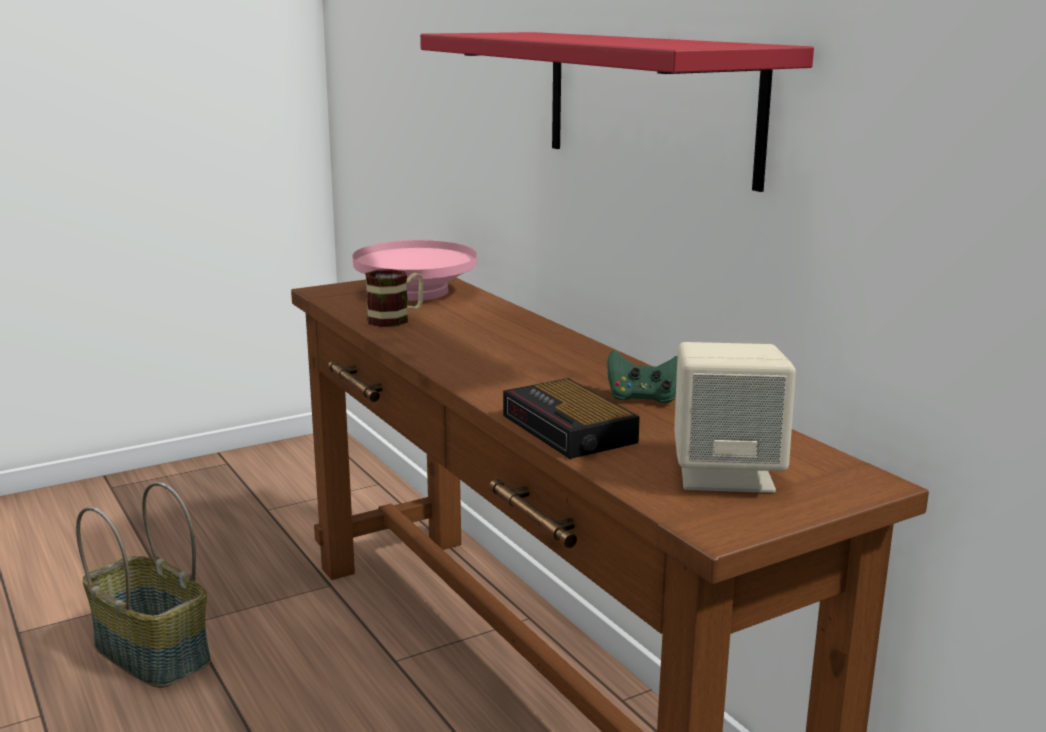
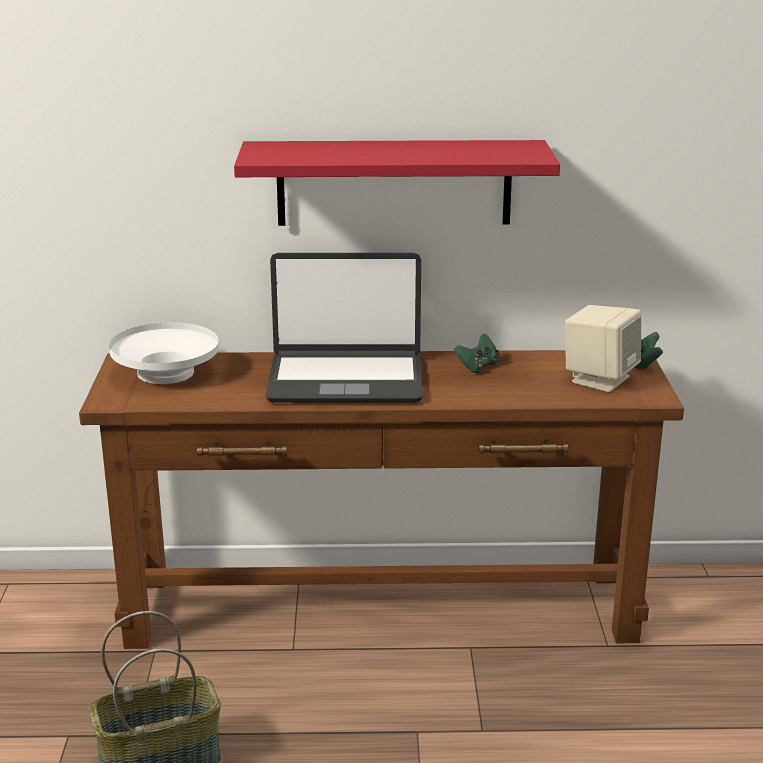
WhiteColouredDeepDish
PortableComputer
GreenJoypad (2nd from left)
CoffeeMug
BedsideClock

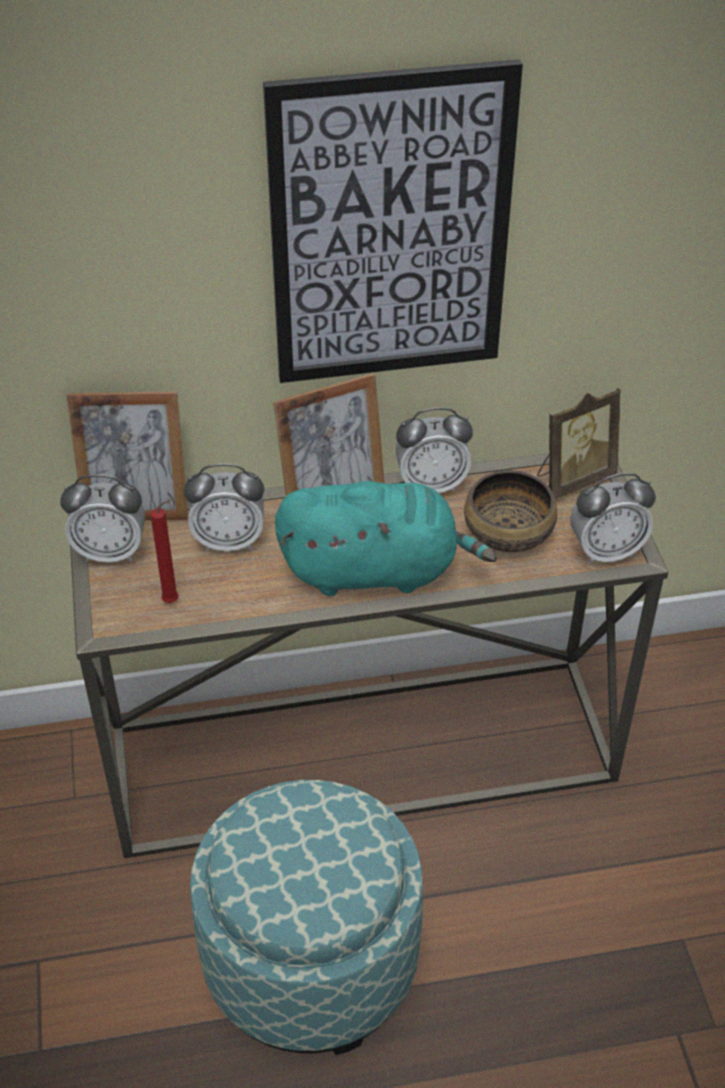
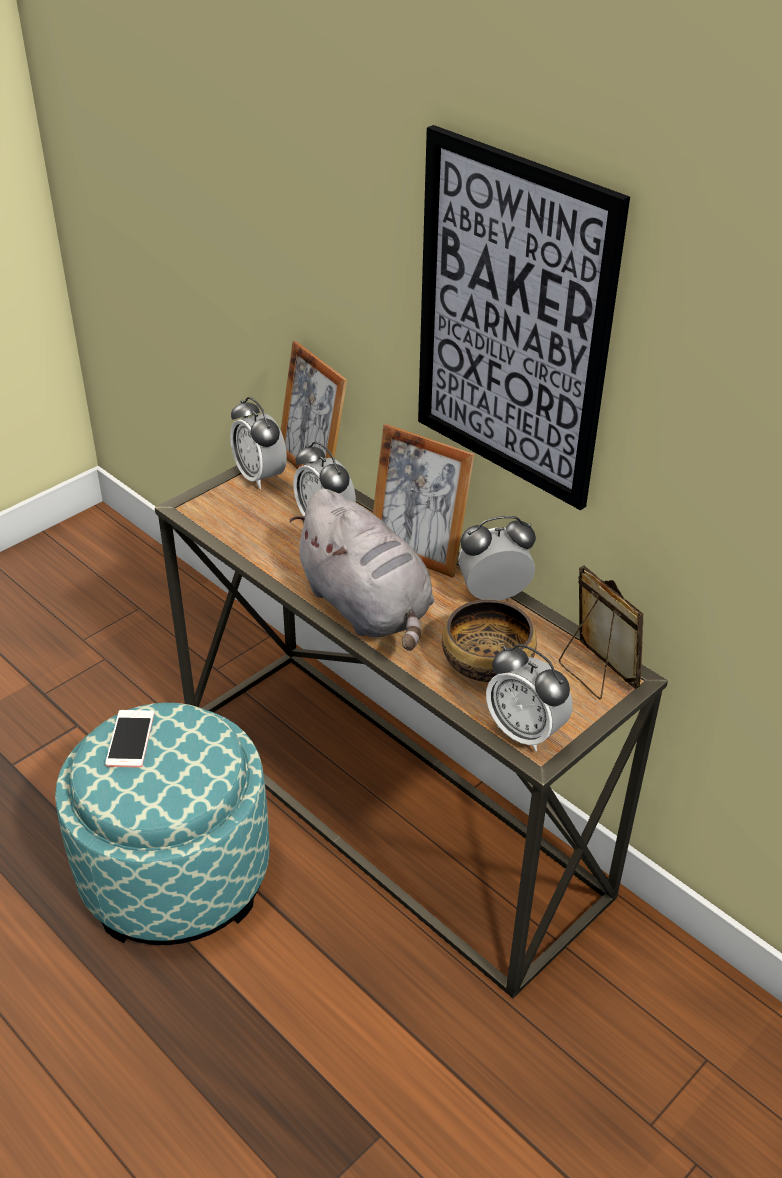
Telephone
GrayCuddlyToy
BedsideClock (3rd from left)
PhotoFrame (3rd from left)
RedWaxLight

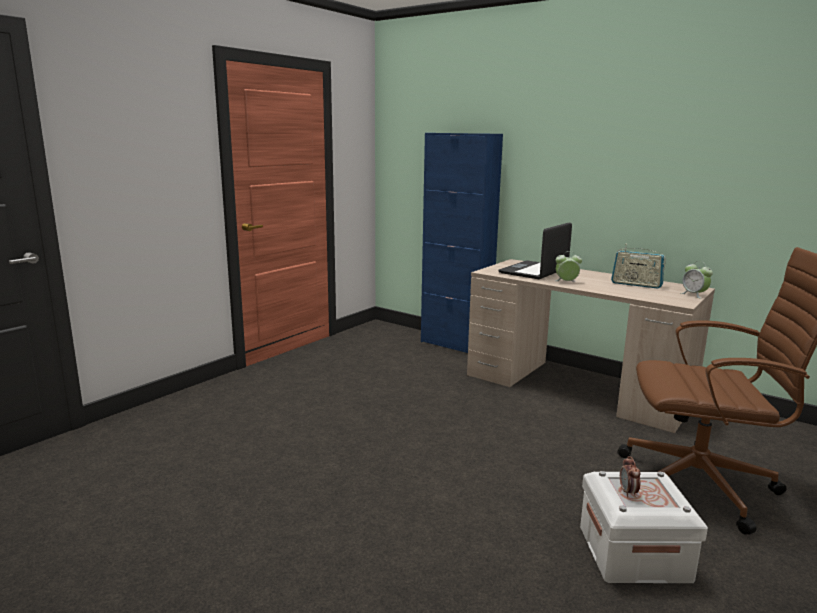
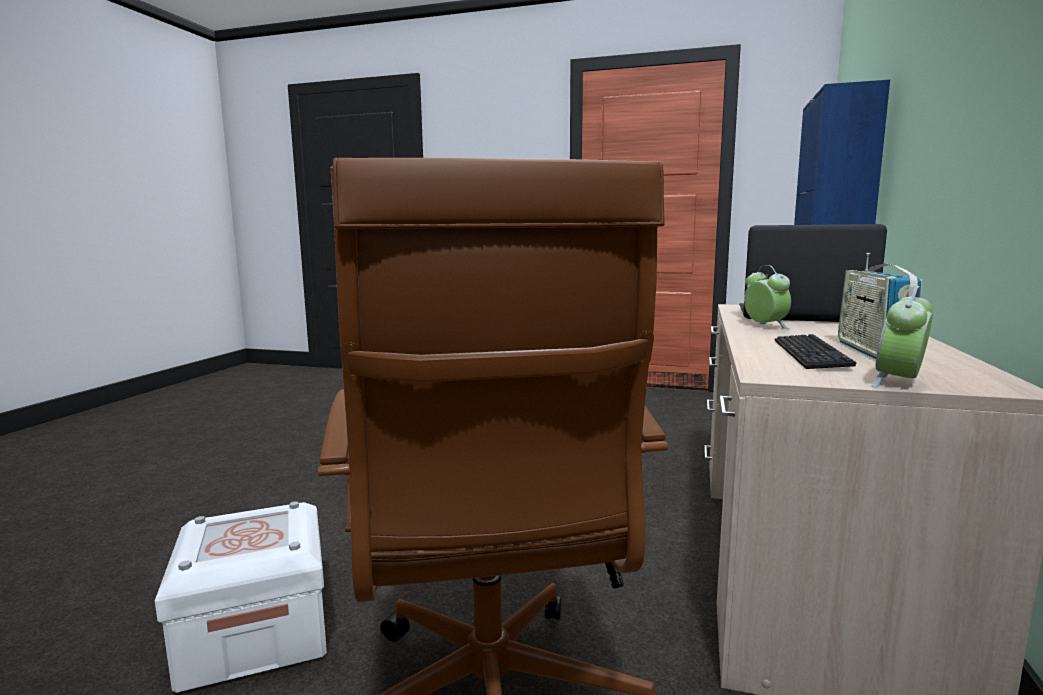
ComputerKeyboard
BedsideClock (2nd from left in the first image)

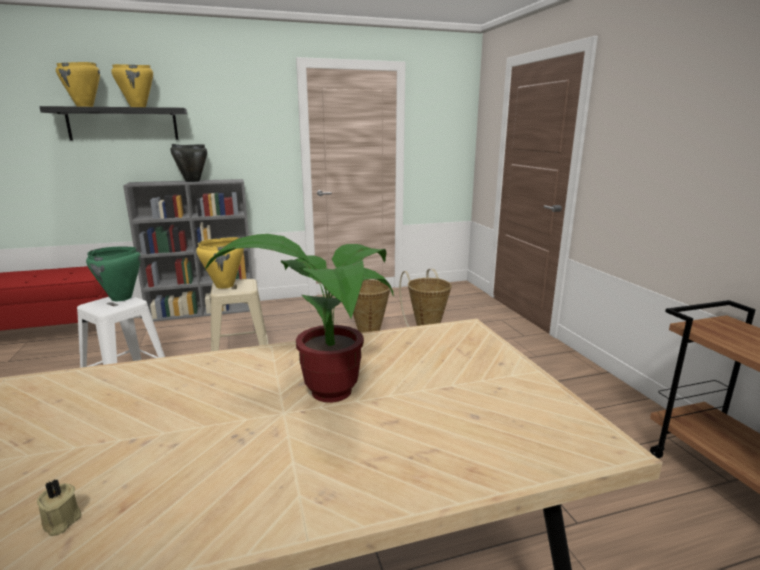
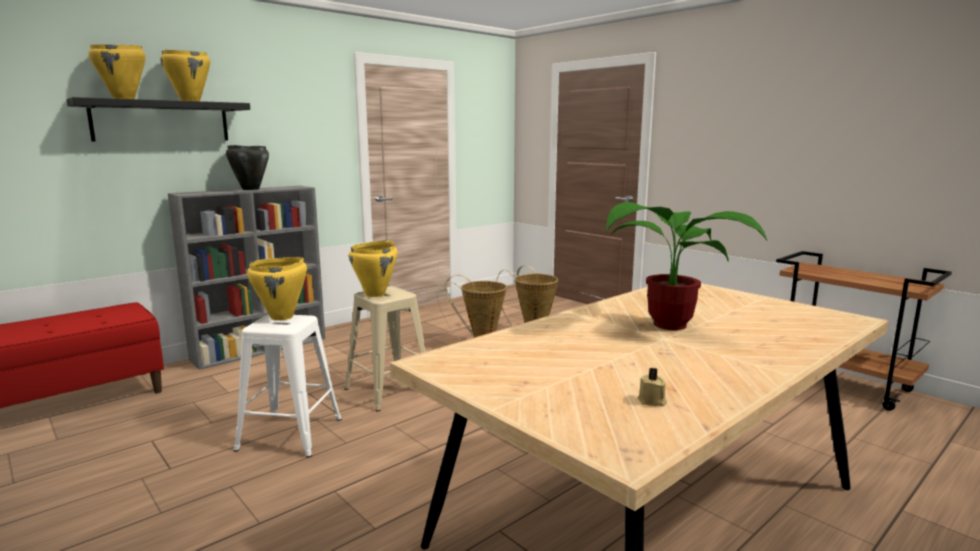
YellowStockpot (3rd from left)

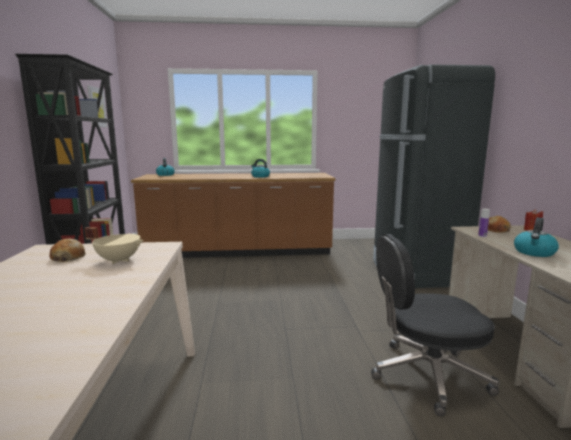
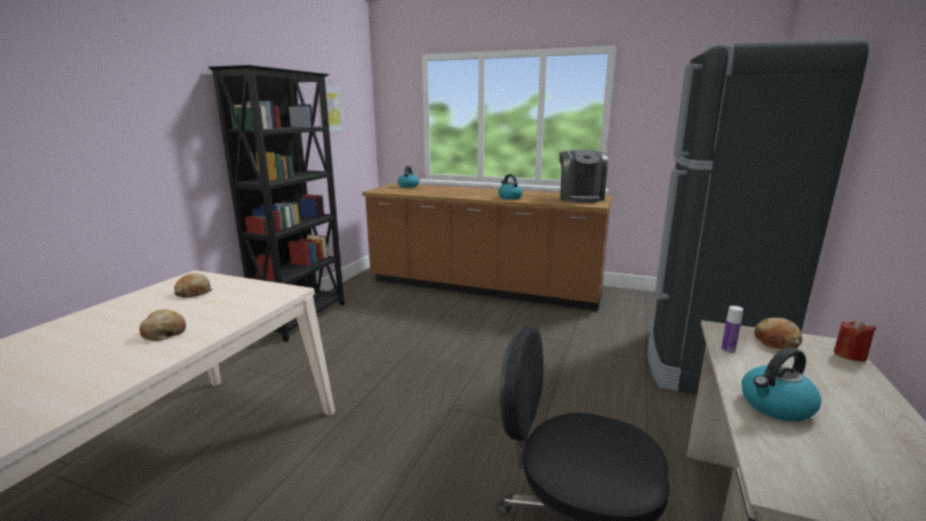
BakedBread (1st from left)
CoffeeMachine
BeigeStockpot

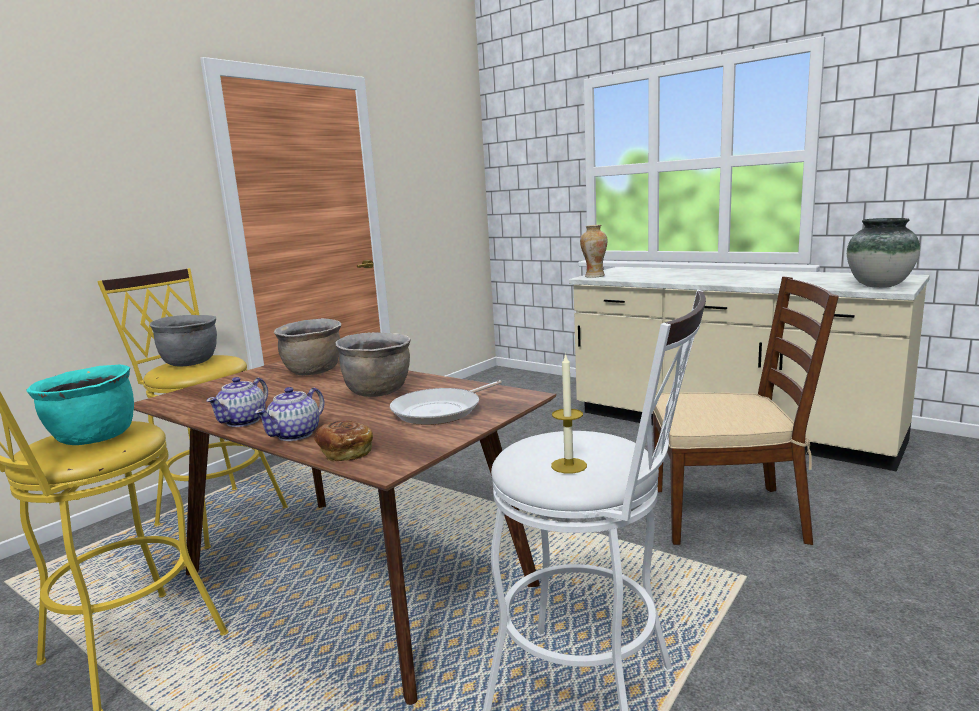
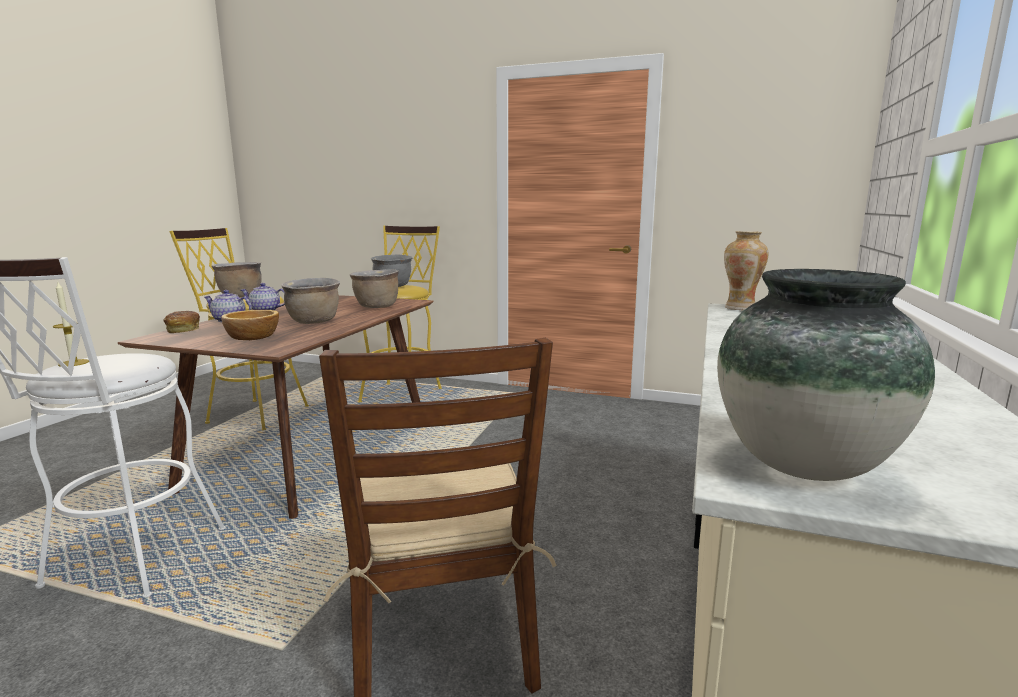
BrownishStockpot (1st from left)
DeepDish

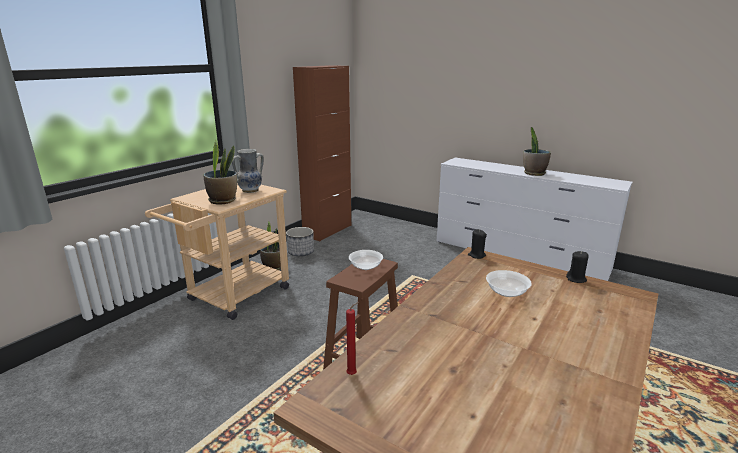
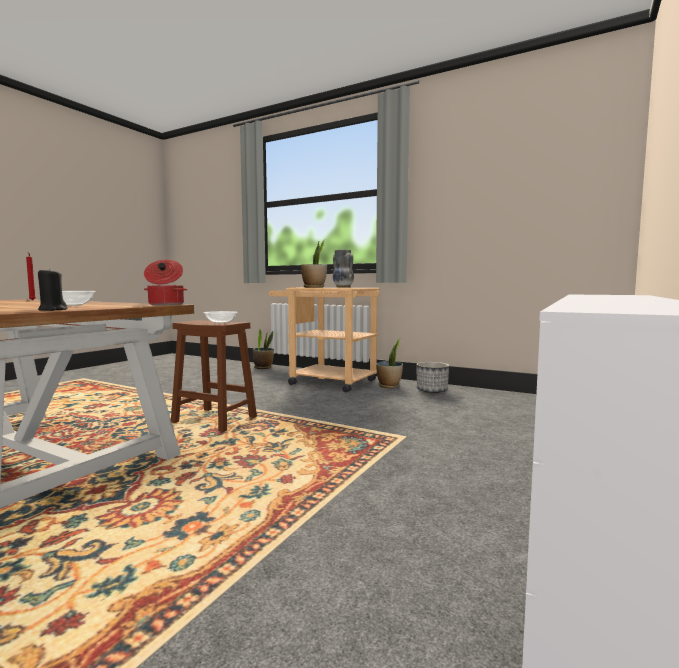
Stockpot
PlantInAPot (1st from left)
BrownishCabinet

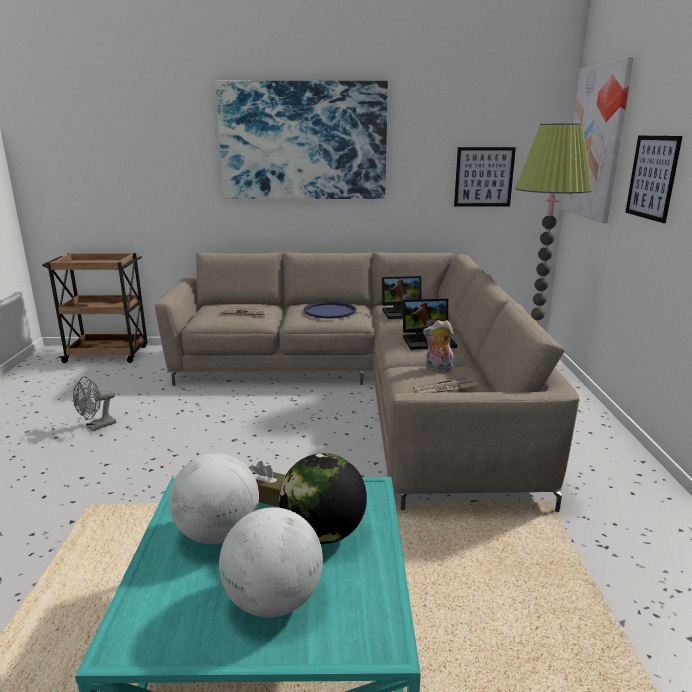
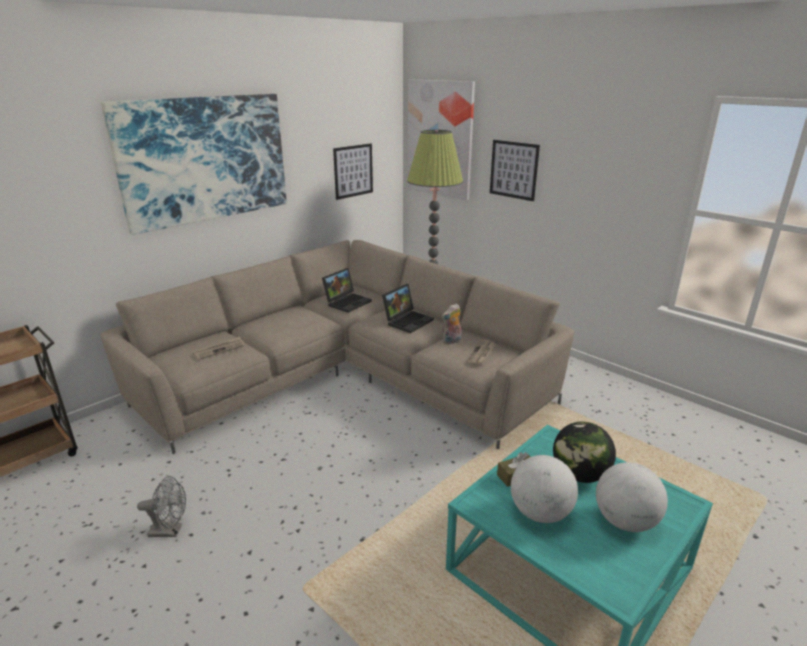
GrayFan
BlueCarryingTray

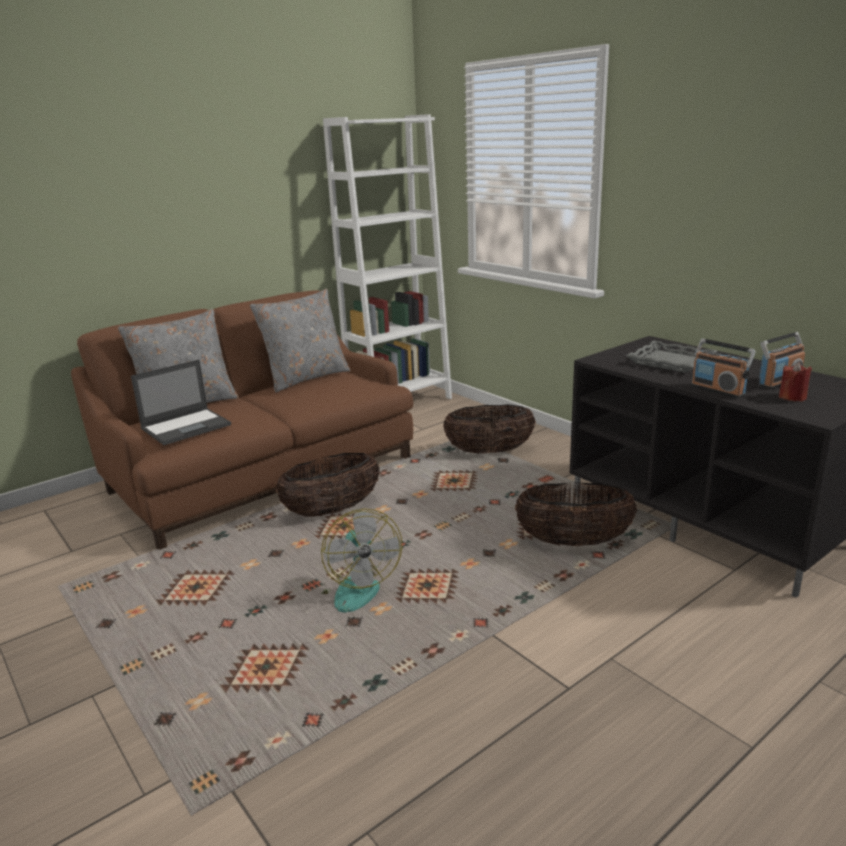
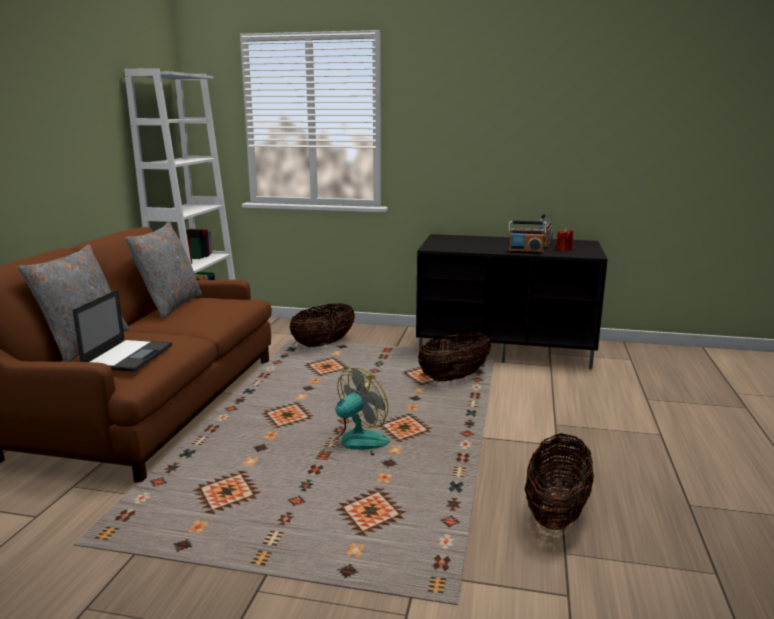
Fan
Basket (3rd from left)
GrayCarryingTray

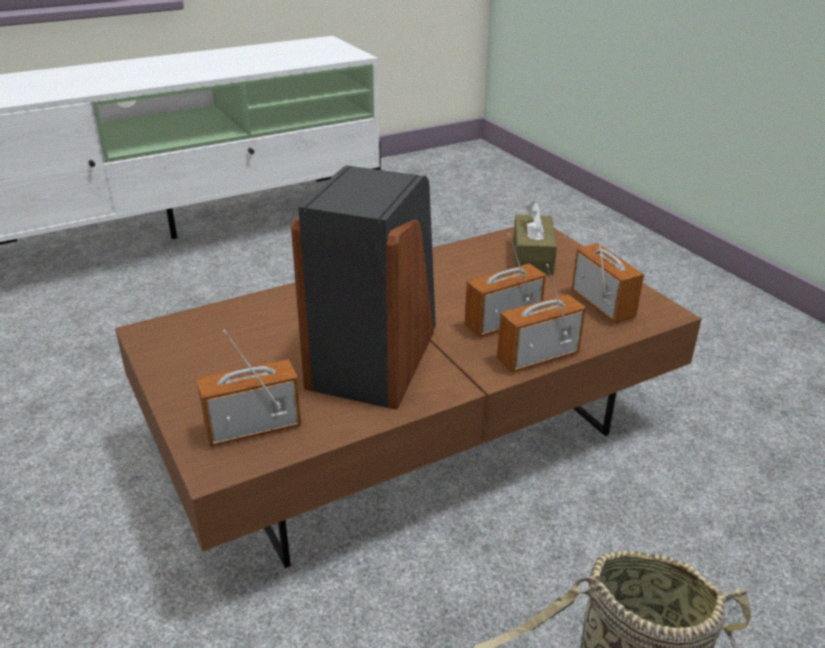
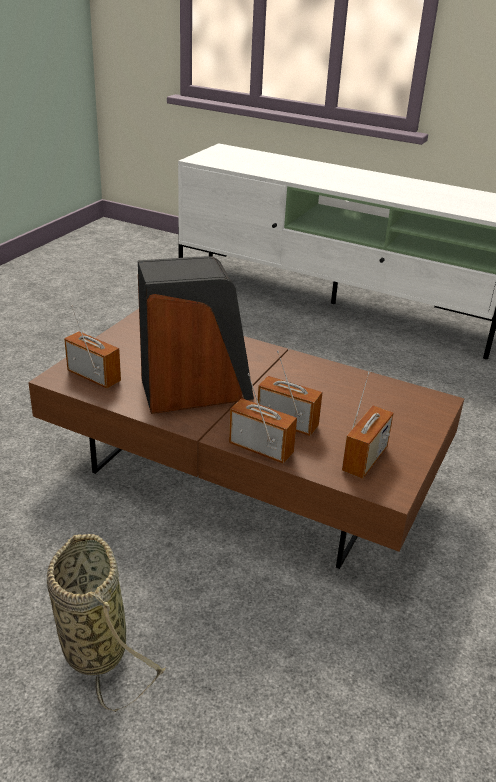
BrownishTissueHolder

